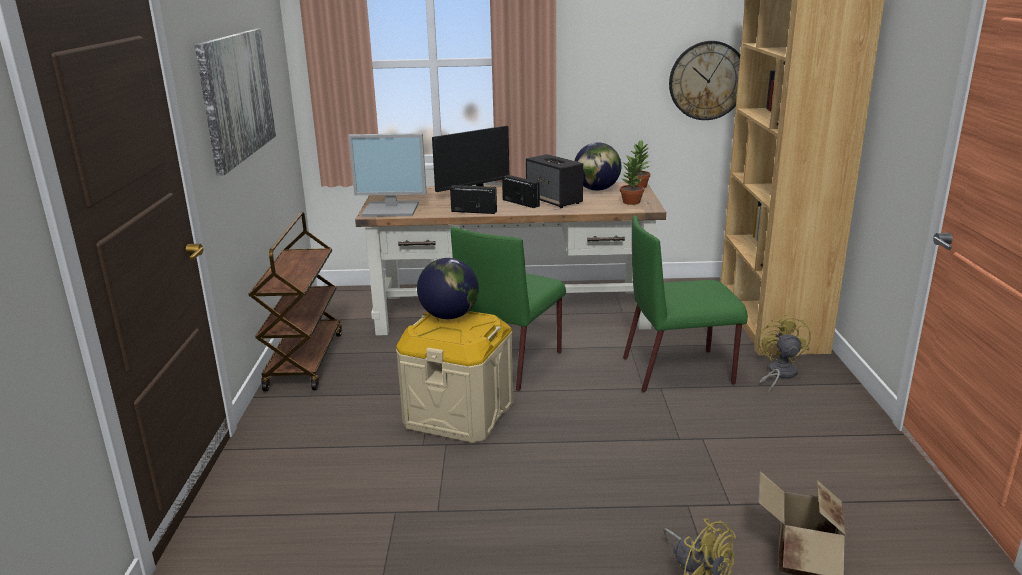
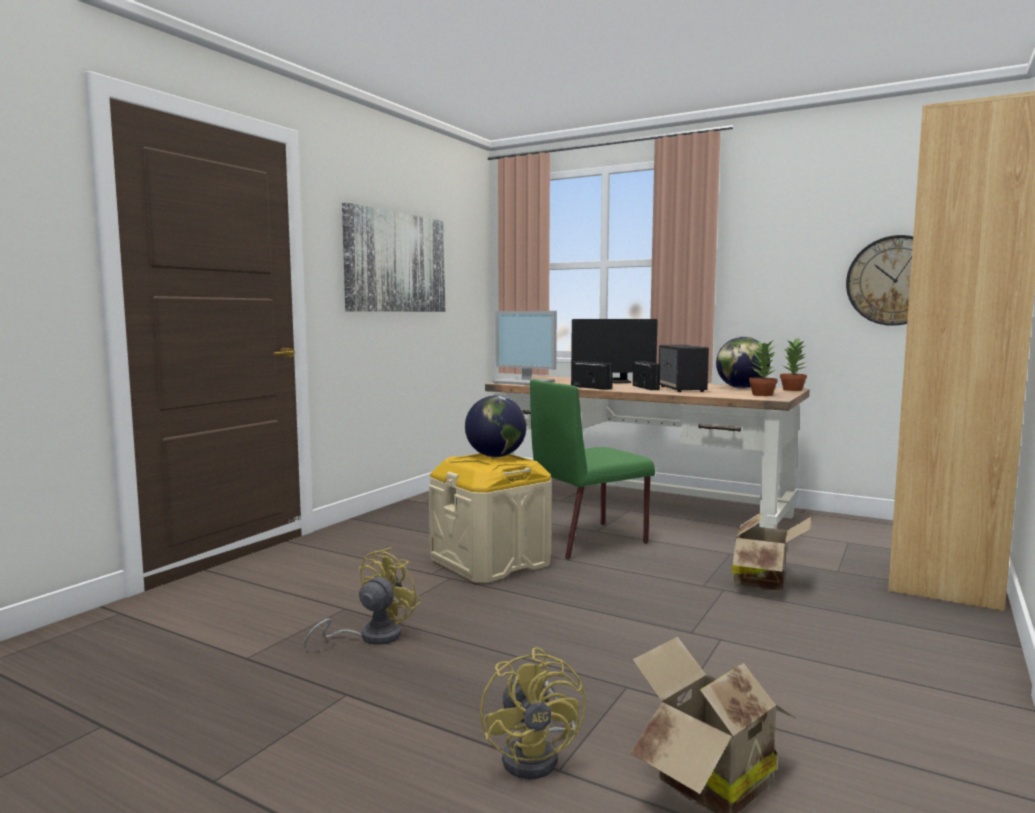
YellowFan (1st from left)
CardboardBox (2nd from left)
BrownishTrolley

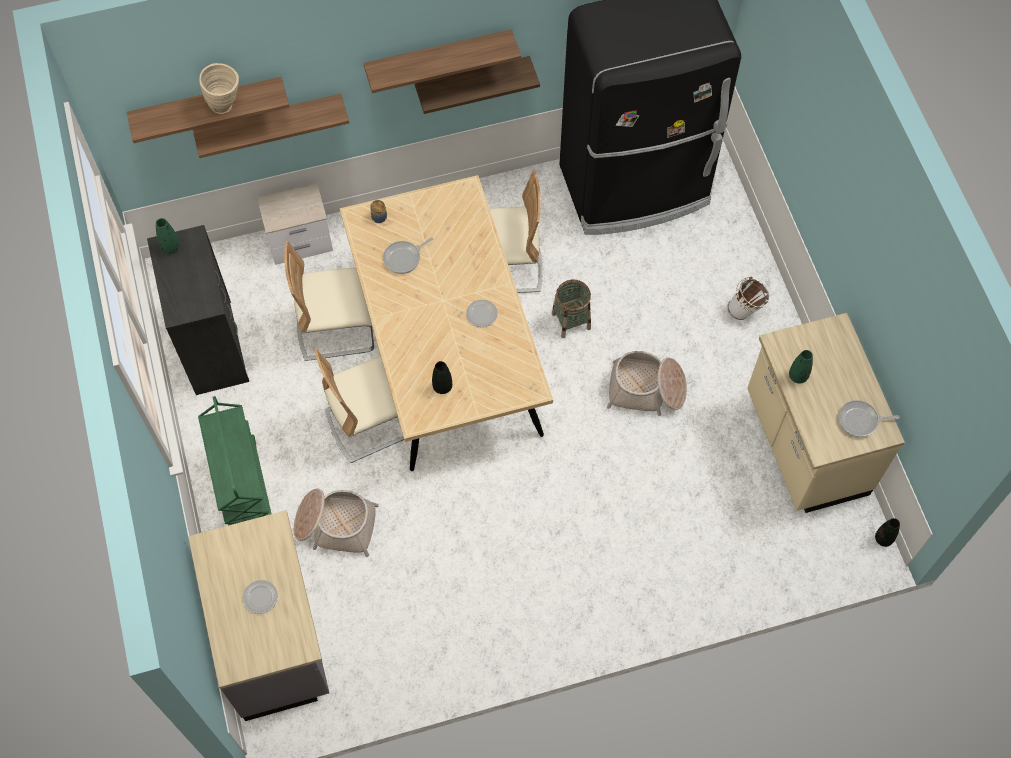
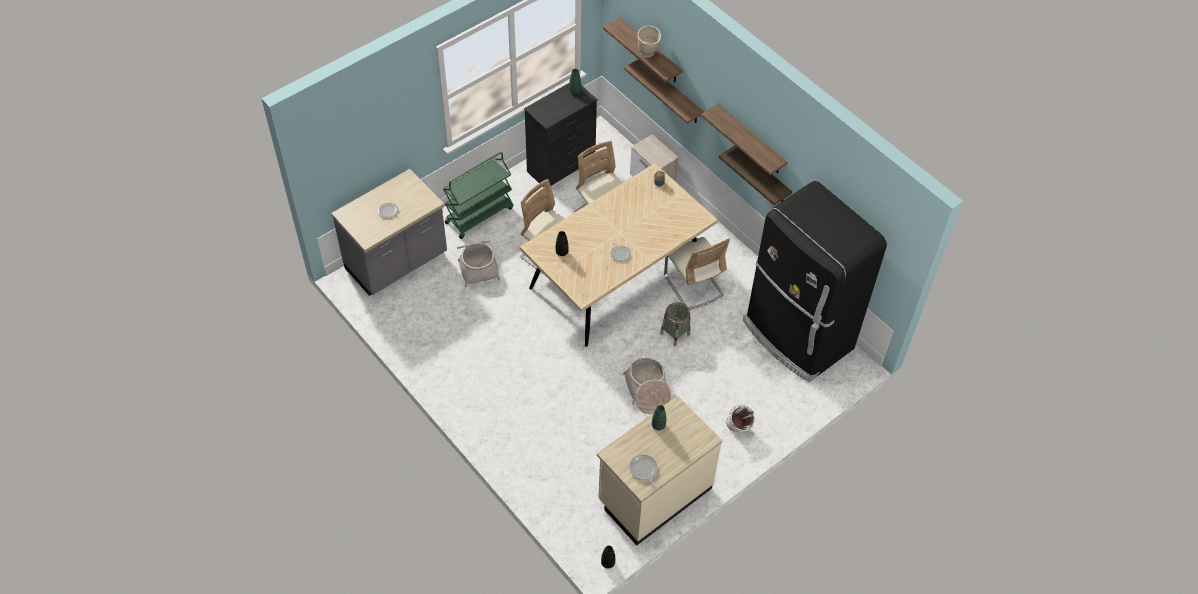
Skillet (1st from left in the first image)

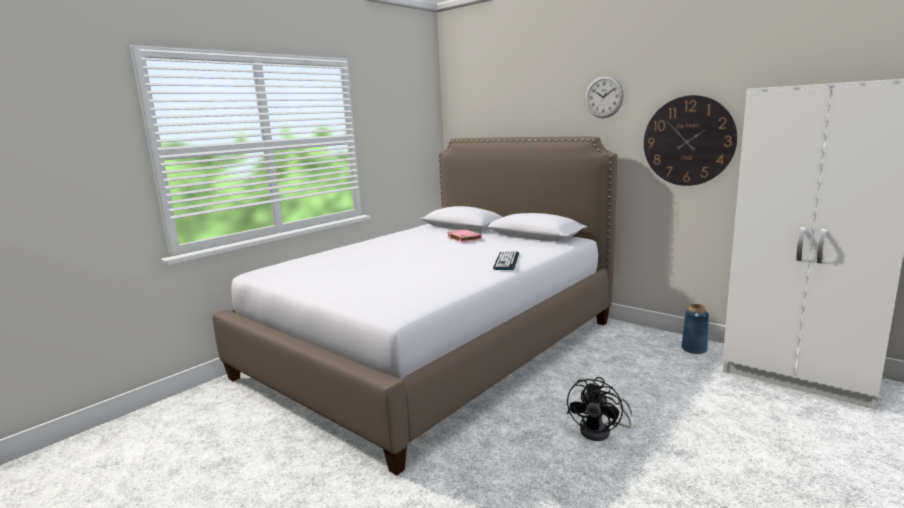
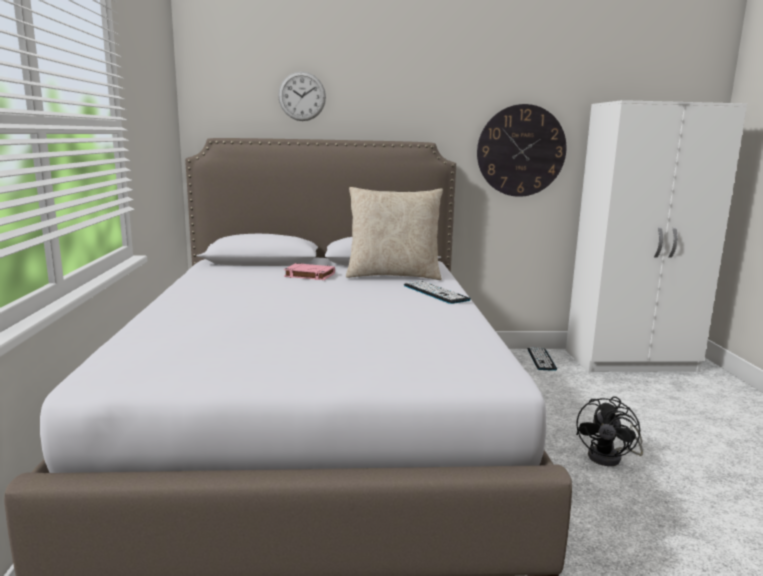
WallClock (1st from left)
BeigePillow
ComputerKeyboard (2nd from left)
BlackishFan

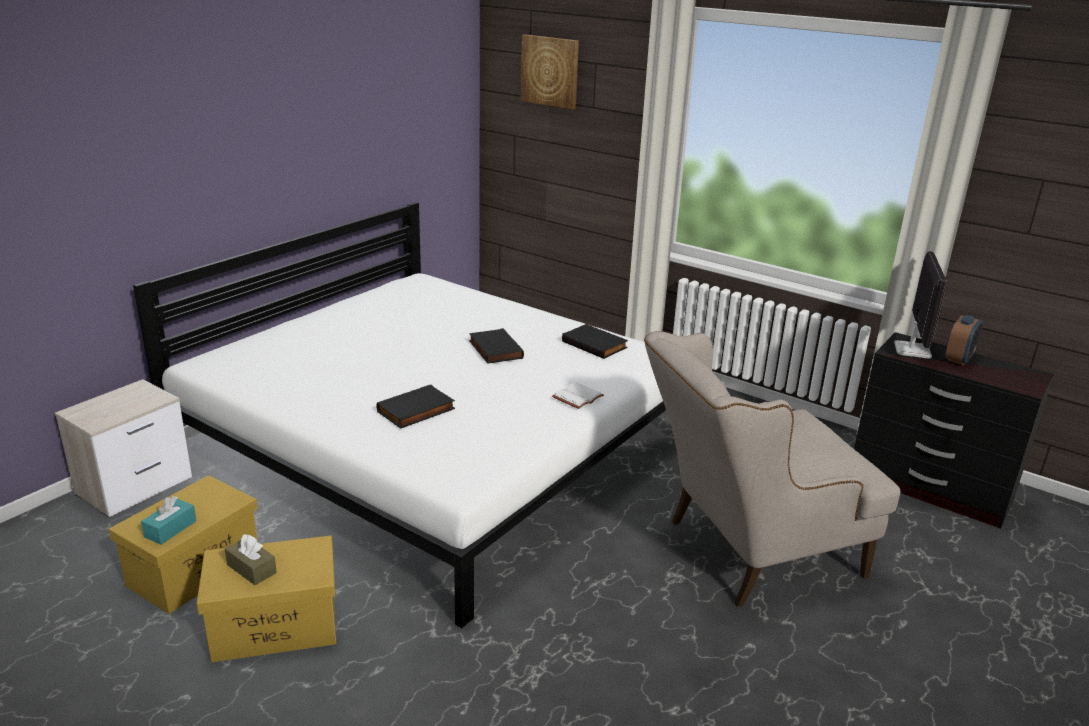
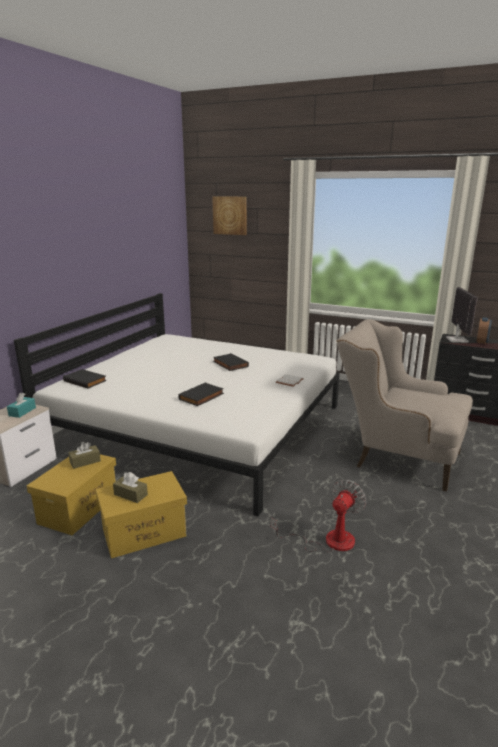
BlueGreenTissueHolder
BlackishBook (1st from left)
BrownishTissueHolder (1st from left)
Fan
BeigeLoungeChair

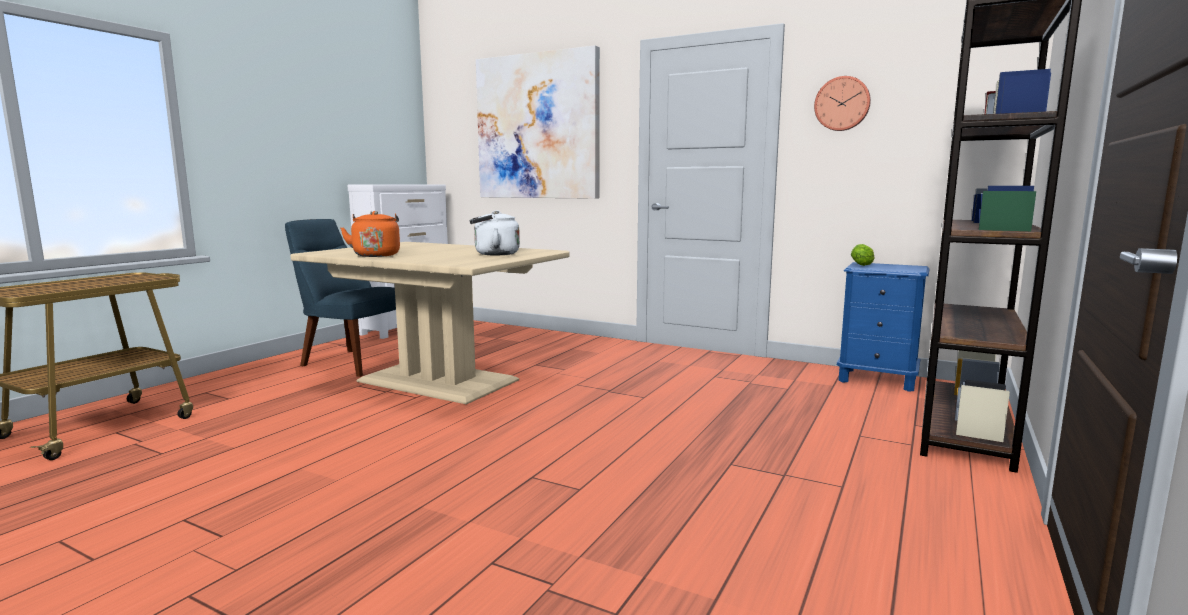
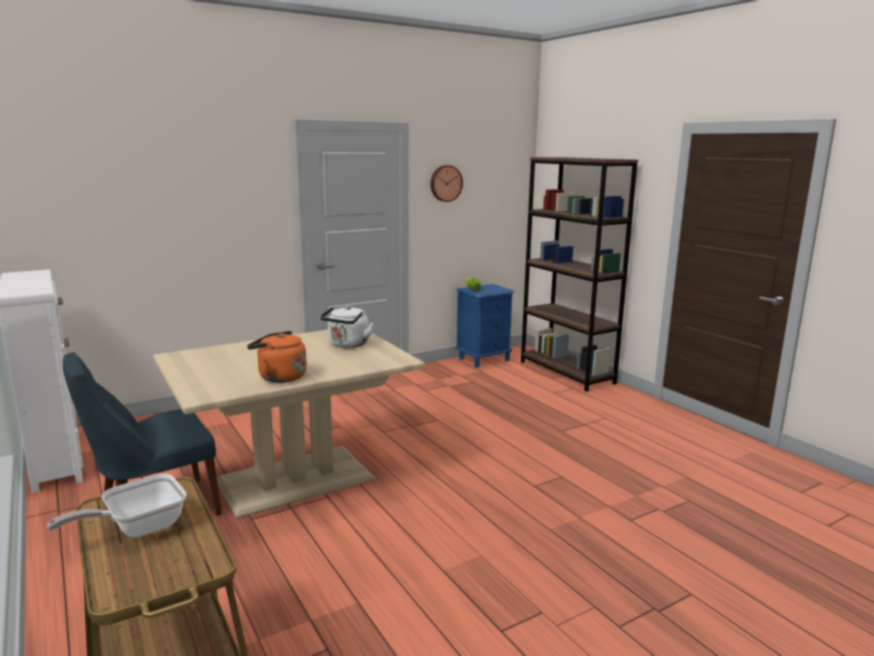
Skillet
WallArt

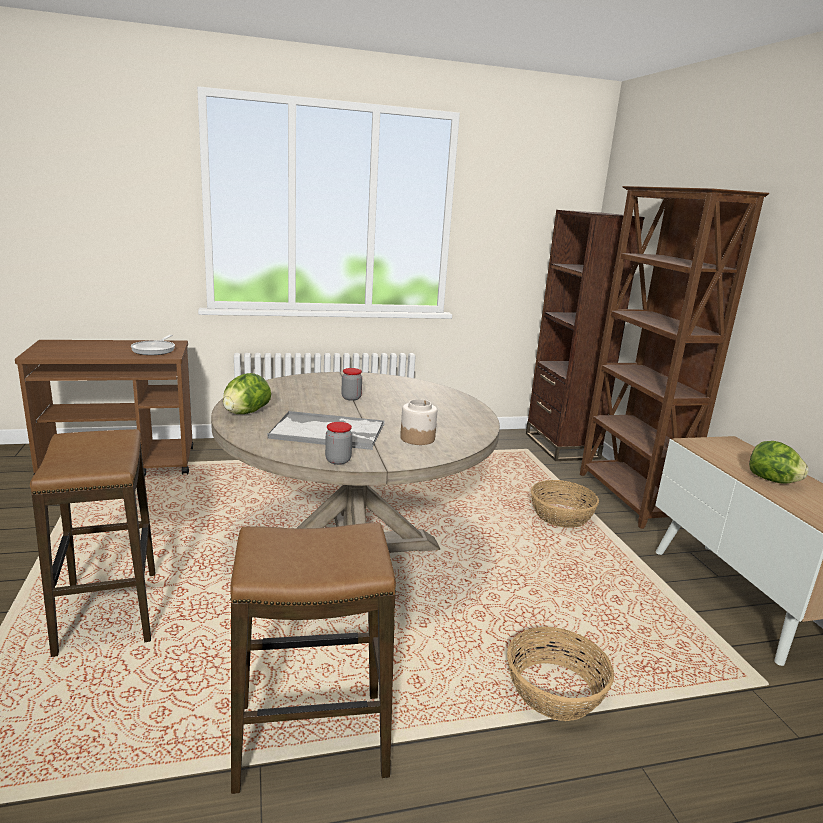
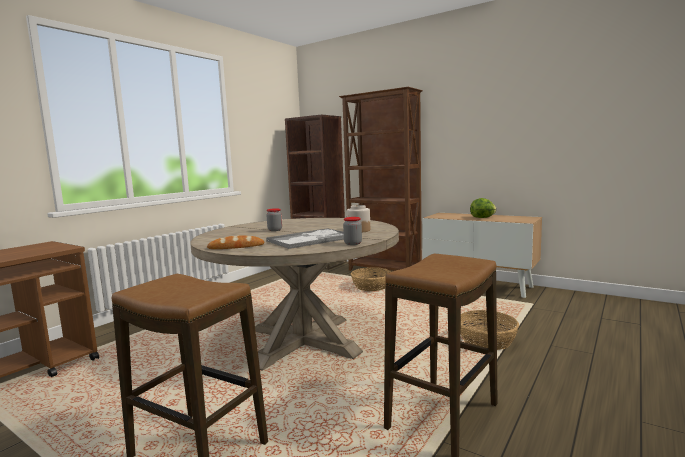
BakedBread
Skillet

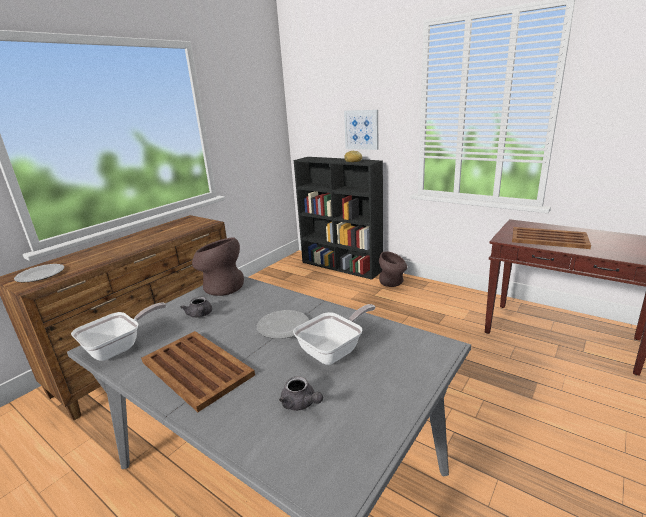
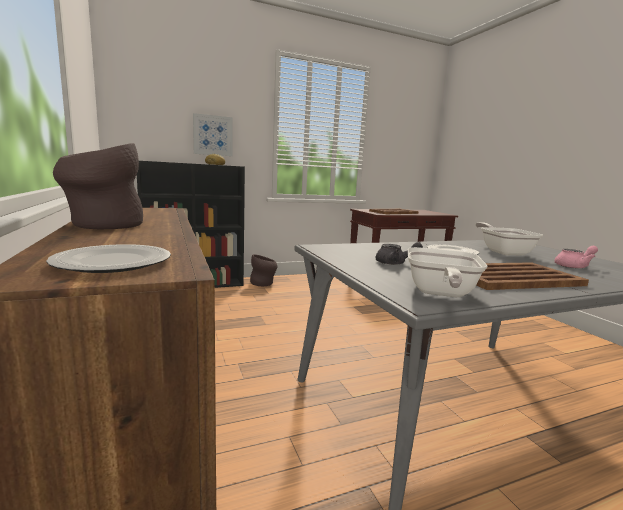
BrownishDecorativeVase (1st from left)
Skillet (1st from left)
PinkTeaPot

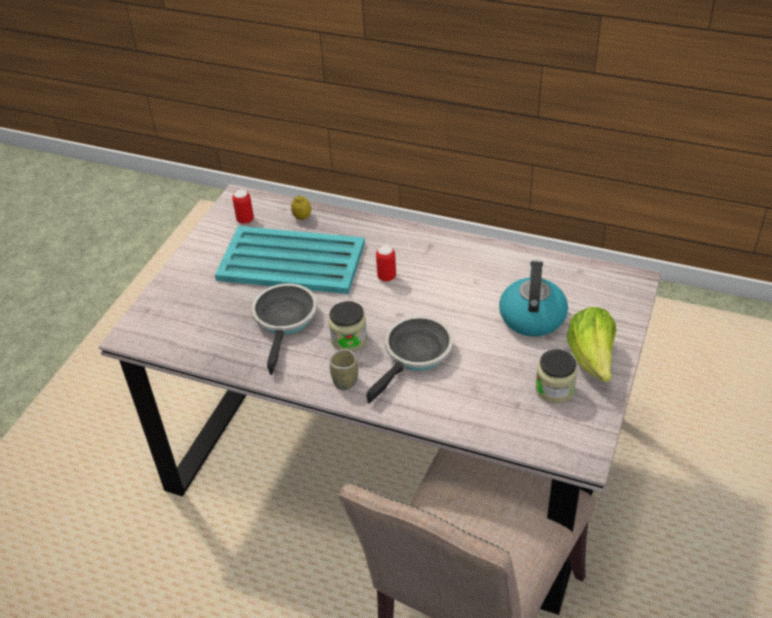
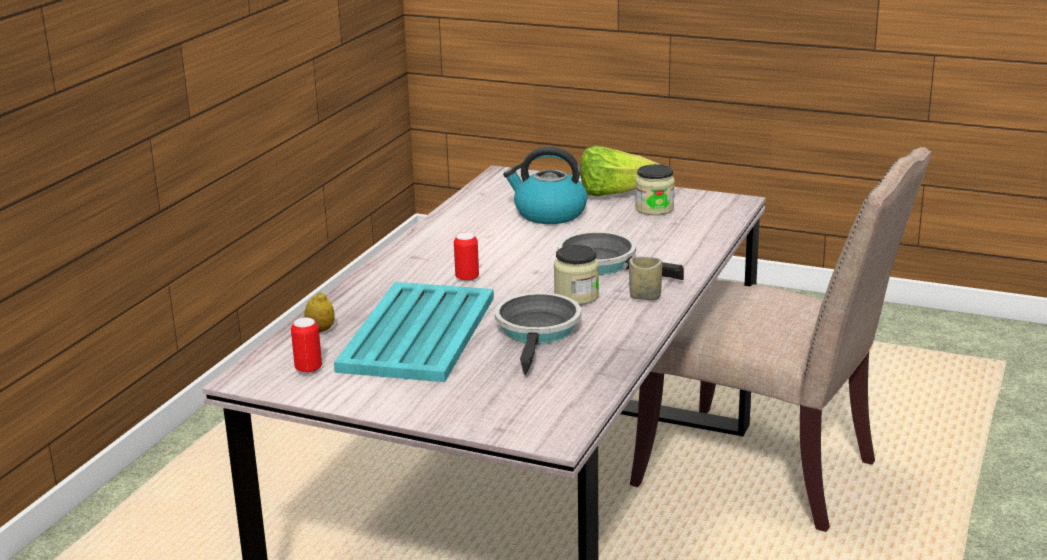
Skillet (1st from left)

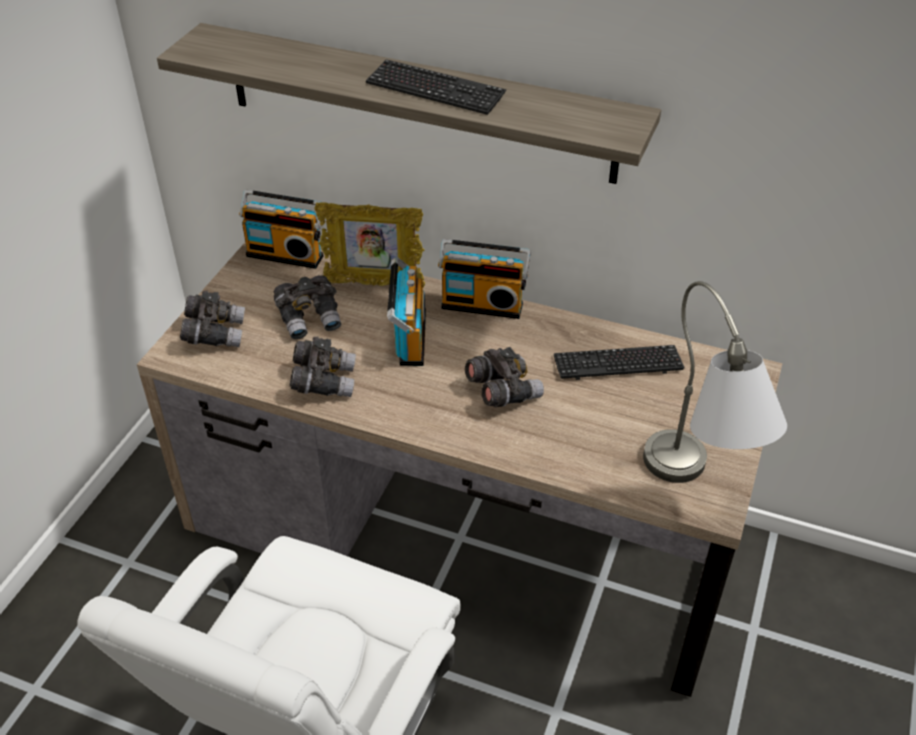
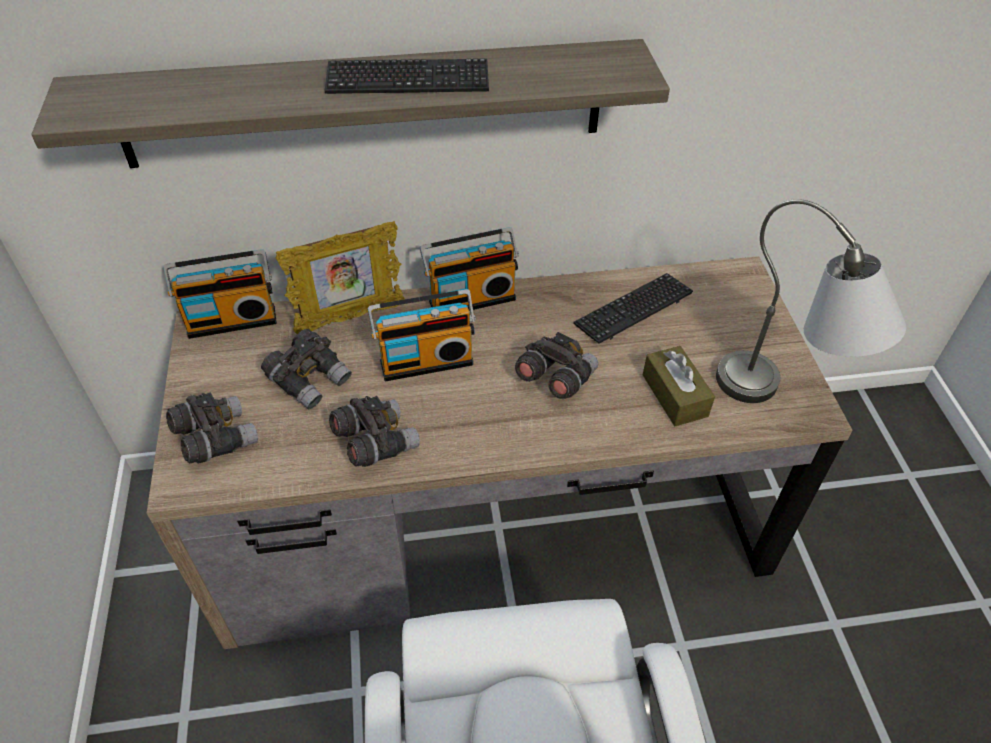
RadioReceiver (2nd from left)
BrownishTissueHolder

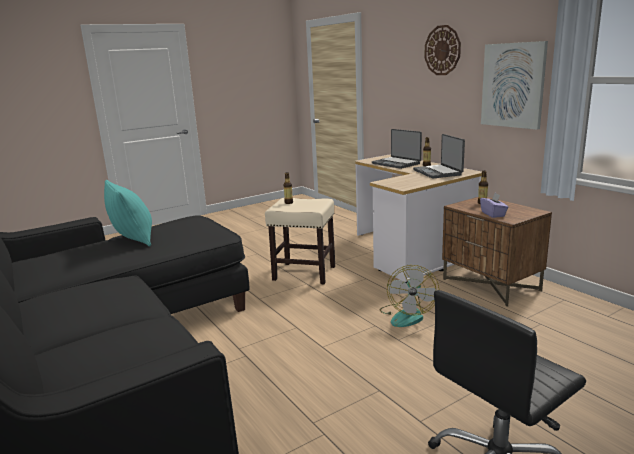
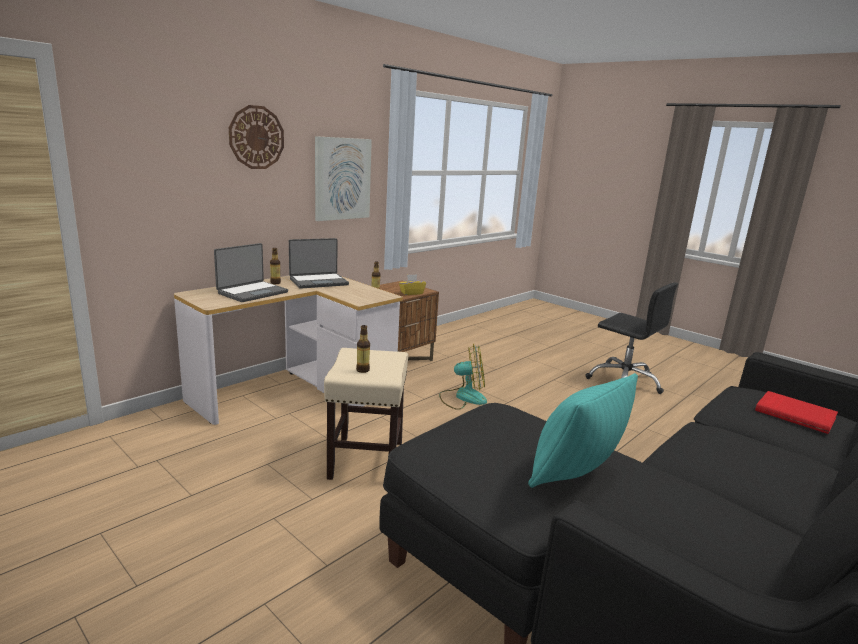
YellowTissueHolder
RedBook

